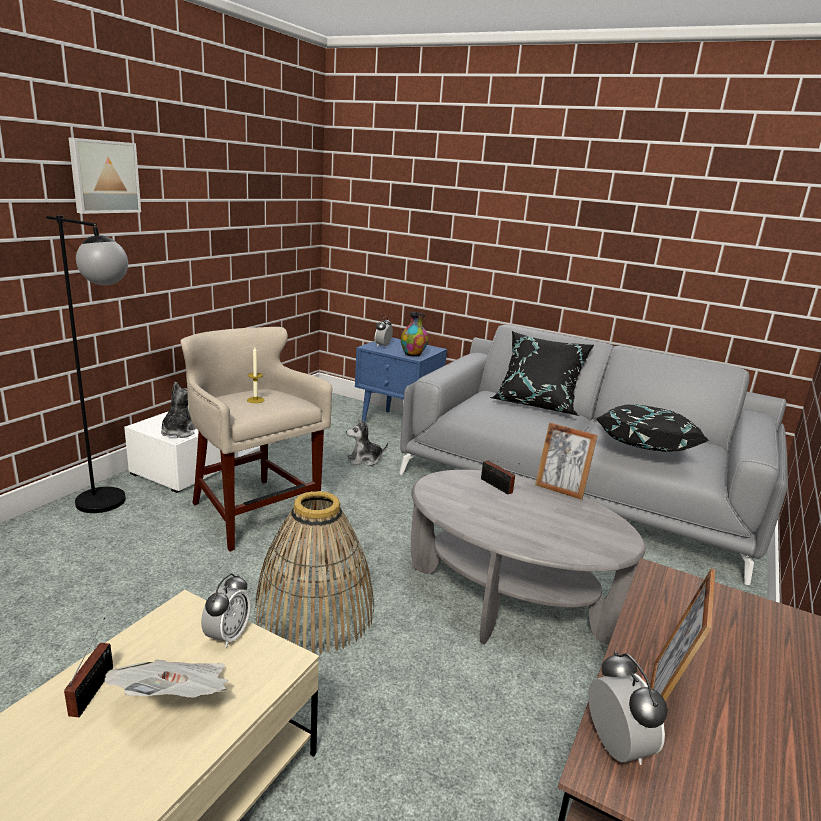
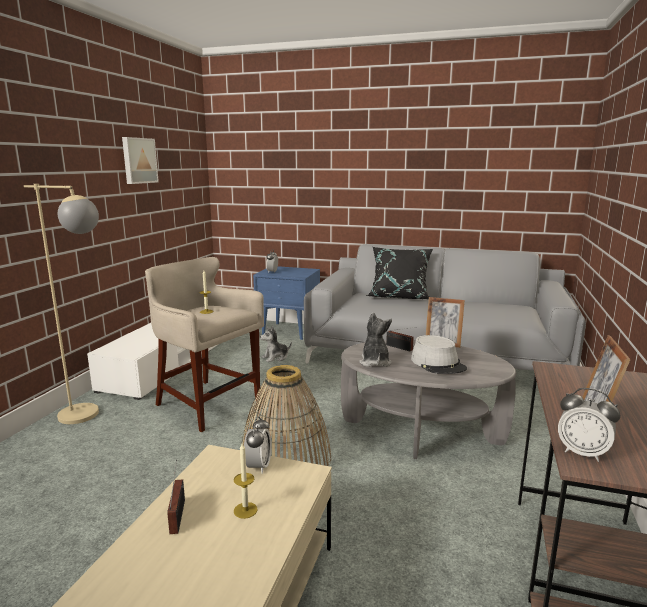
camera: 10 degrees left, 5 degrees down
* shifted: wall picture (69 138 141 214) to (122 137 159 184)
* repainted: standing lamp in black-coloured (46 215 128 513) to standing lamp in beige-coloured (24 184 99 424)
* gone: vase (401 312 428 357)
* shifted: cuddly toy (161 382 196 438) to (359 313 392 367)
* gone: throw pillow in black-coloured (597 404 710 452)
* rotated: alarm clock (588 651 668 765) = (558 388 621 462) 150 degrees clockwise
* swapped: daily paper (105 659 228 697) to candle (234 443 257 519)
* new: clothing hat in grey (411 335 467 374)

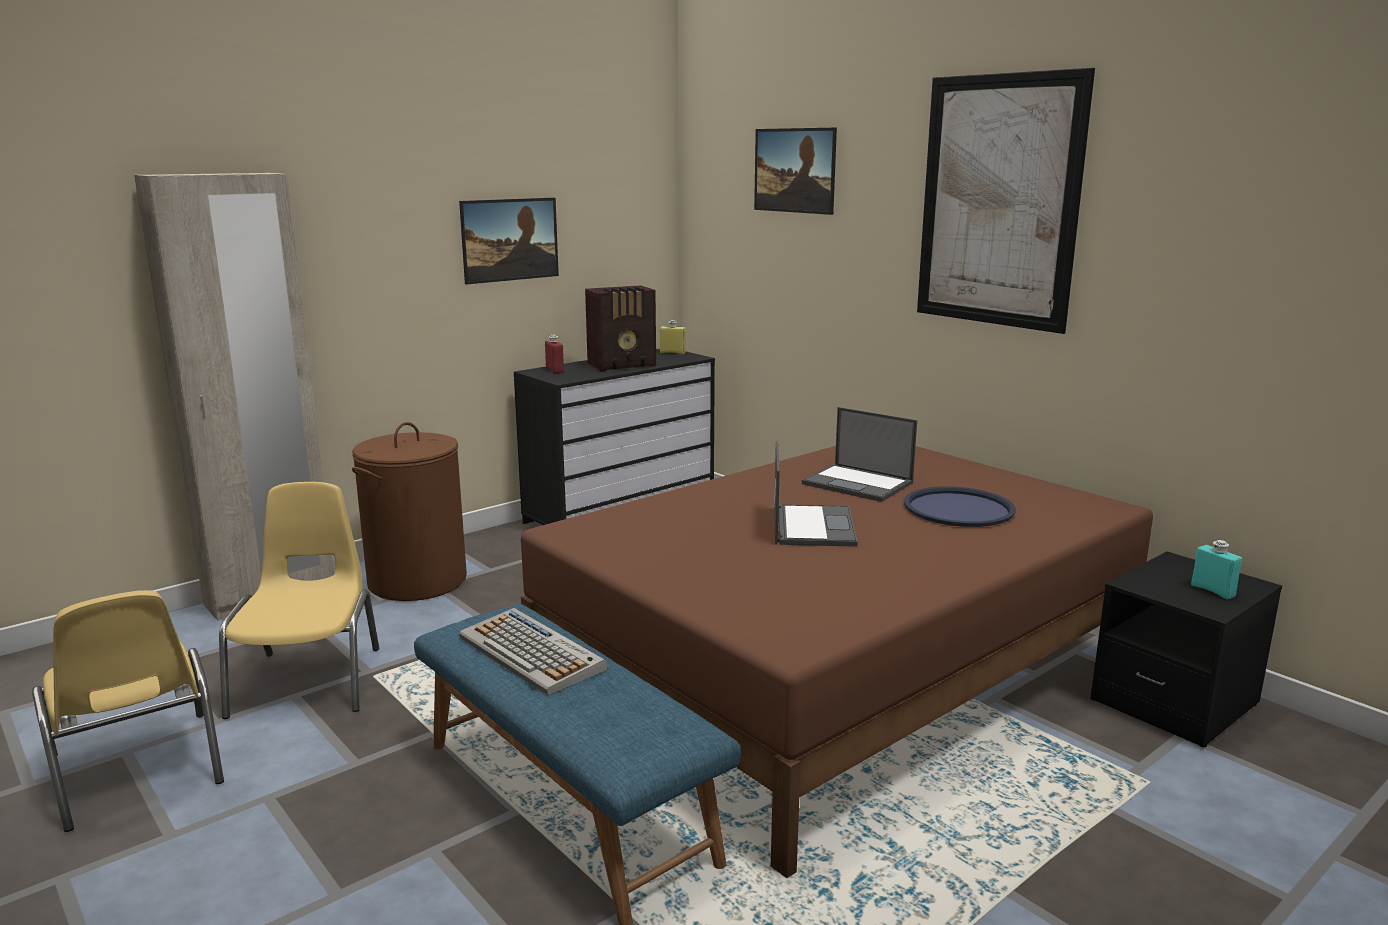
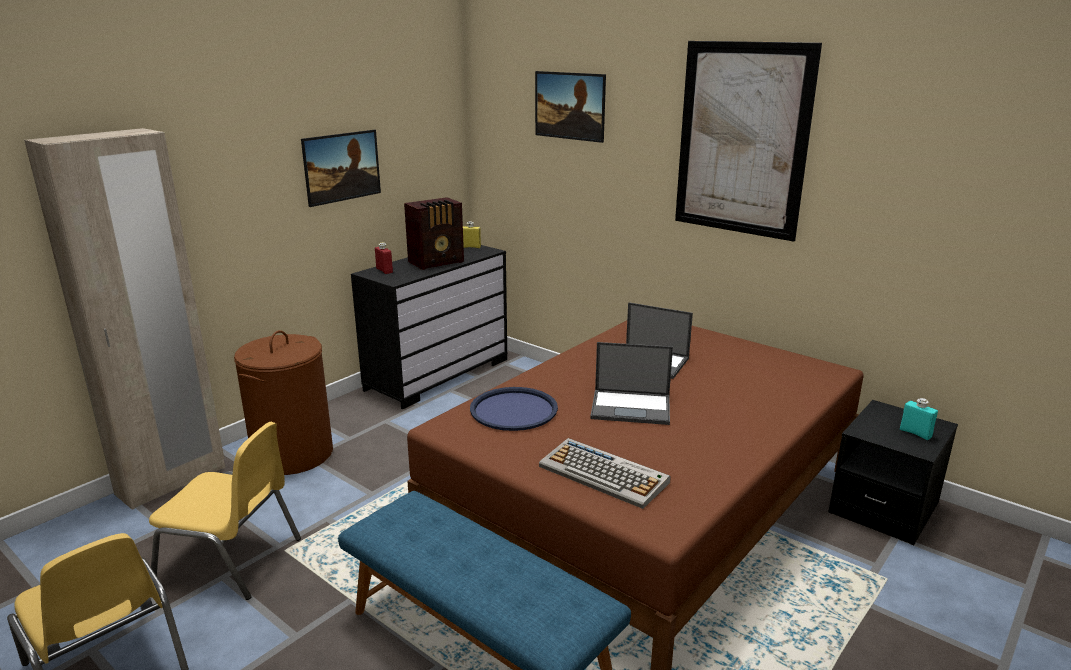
camera: 10 degrees left, 5 degrees up
* rotated: portable computer (774 441 858 547) = (590 342 673 425) 105 degrees clockwise
* rotated: chair in yellow (219 482 379 719) = (149 422 301 600) 120 degrees clockwise
* shifted: carrying tray in blue (904 486 1016 527) to (470 387 558 431)
* shifted: keyboard (459 608 607 696) to (539 438 671 509)

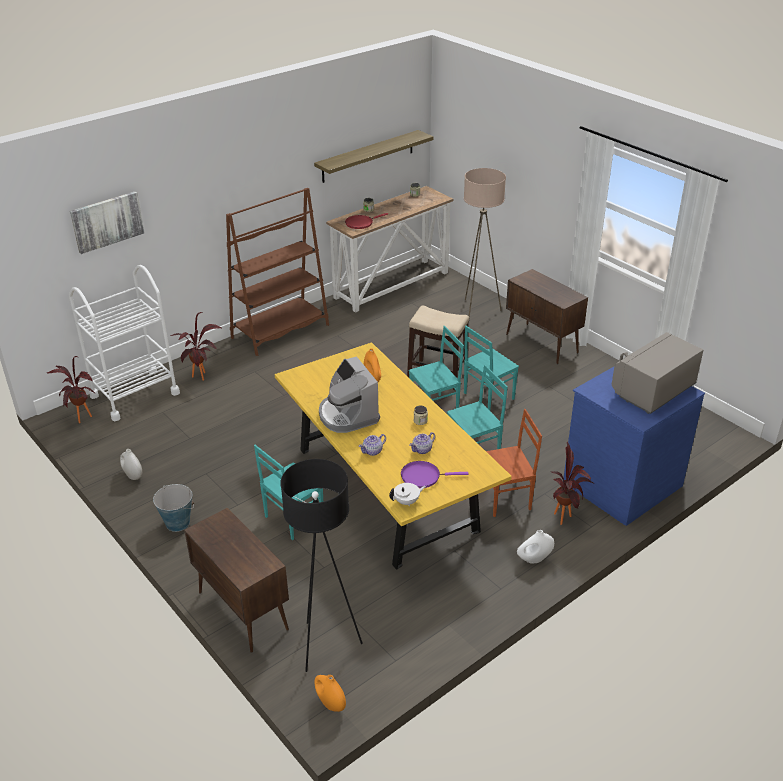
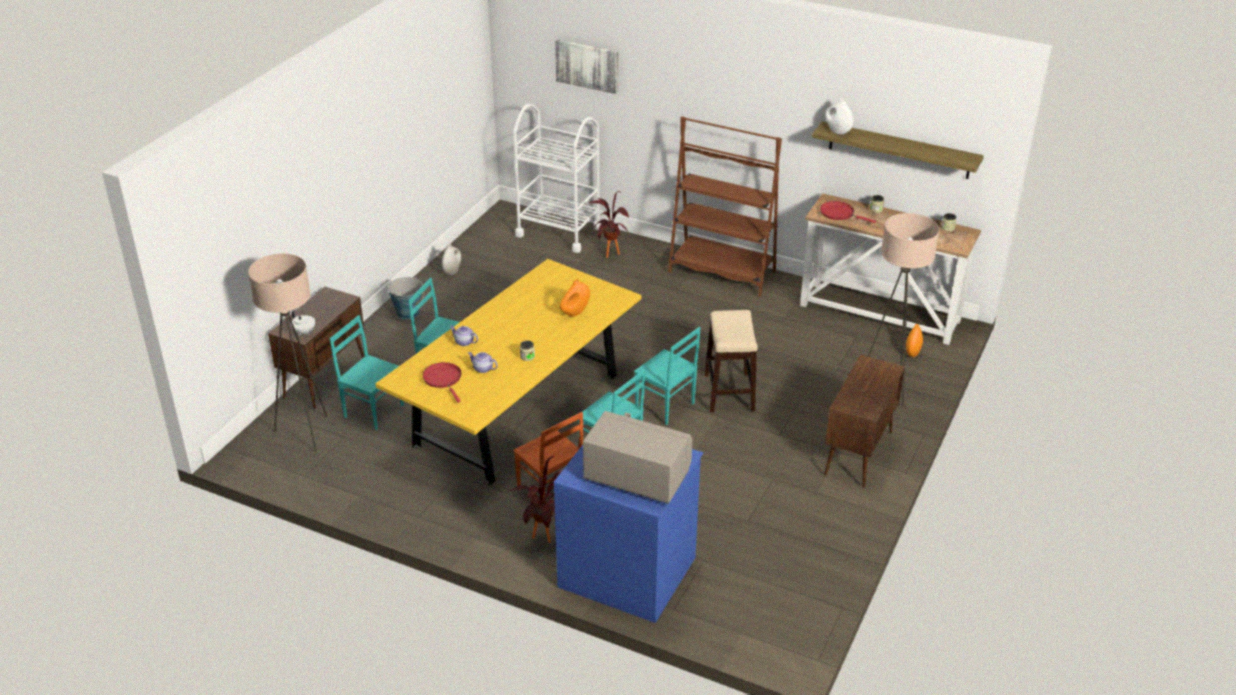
camera: 65 degrees right, 0 degrees up
* shifted: chair in blue-green (464 326 519 410) to (330 315 404 430)
* gone: potted plant (47 356 95 423)
* gone: coffee machine (319 356 380 433)
* repainted: standing lamp in black-coloured (280 459 363 672) to standing lamp in beige-coloured (248 254 327 452)
* repainted: pan in purple-coloured (401 461 469 488) to pan in red-coloured (422 362 461 403)
* shifted: pot for tea in whitish (389 483 426 506) to (291 310 315 335)
* shifted: vase in whitish (517 530 554 564) to (825 99 853 135)
* shifted: vase in orange (315 675 346 712) to (906 324 923 357)

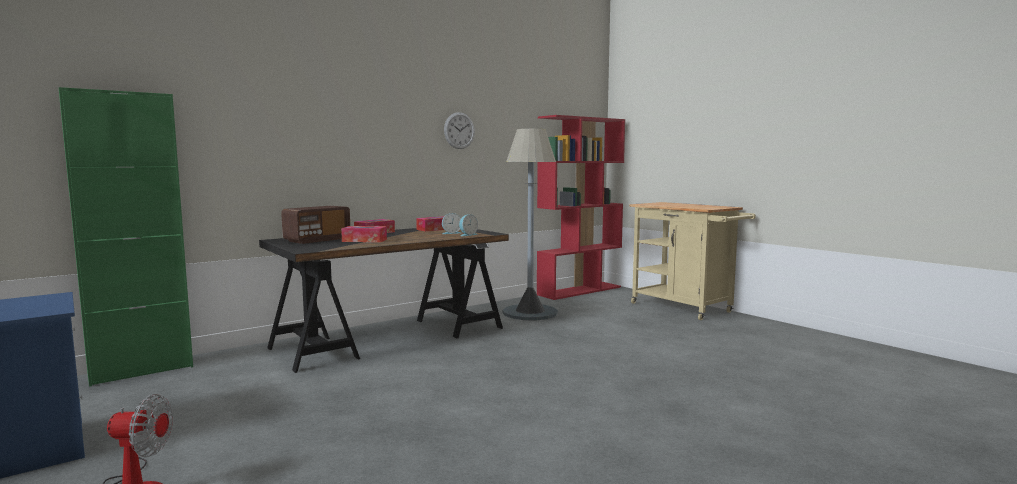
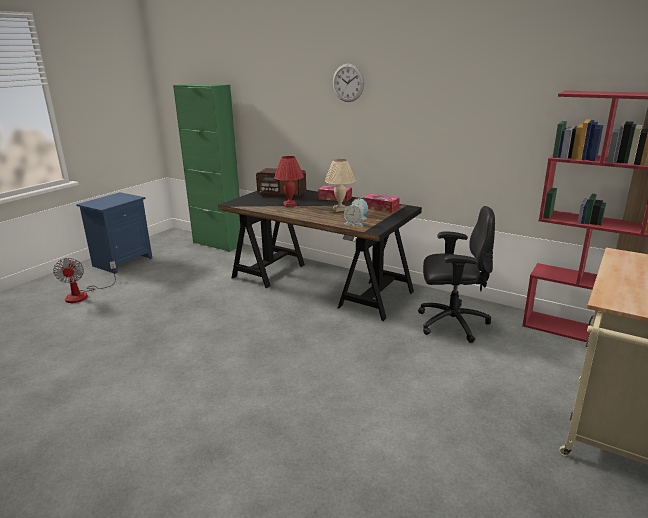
camera: 70 degrees right, 15 degrees up
* shifted: hanging clock (444 112 475 149) to (333 64 365 102)
* swapped: standing lamp in grey (503 129 558 320) to office chair in black-coloured (418 206 495 343)
* swapped: tissue box (341 226 387 242) to tabletop lamp in red-coloured (274 156 304 207)
* new: tabletop lamp in beige-coloured (325 159 356 212)

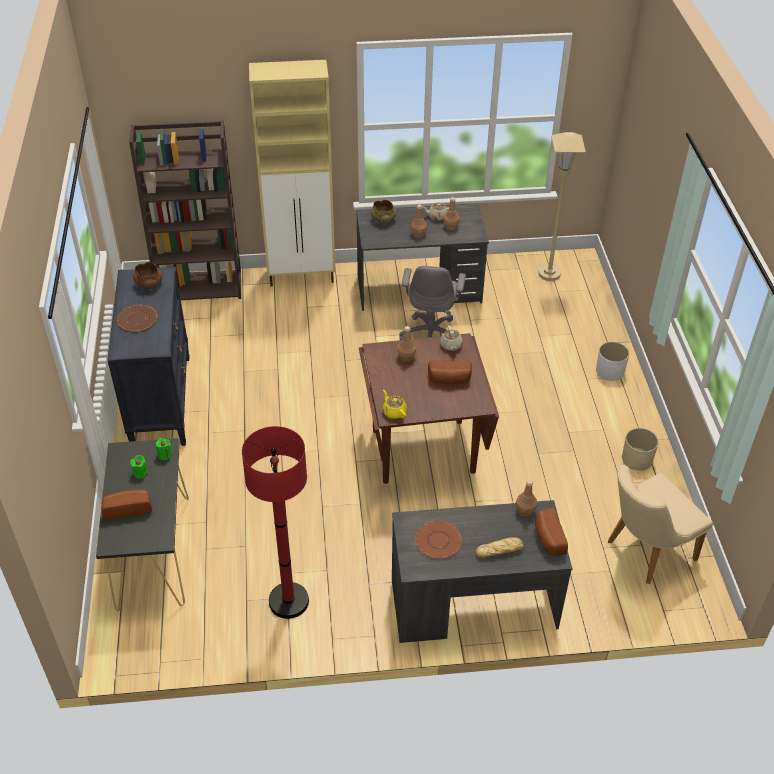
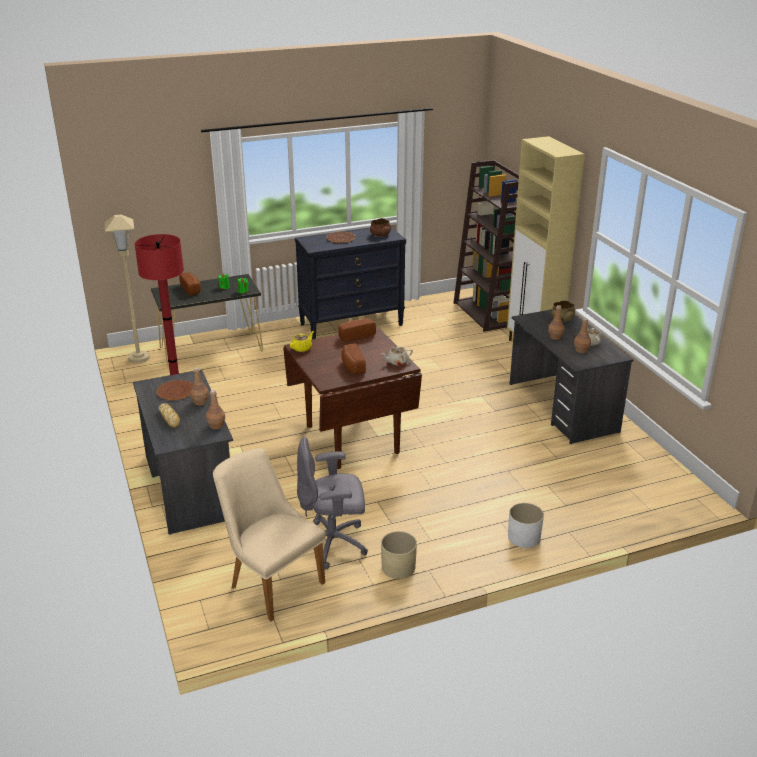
camera: 75 degrees right, 15 degrees down
* shifted: standing lamp in beige-coloured (538 132 586 281) to (105 215 150 363)
* shifted: office chair in grey (399 266 466 340) to (297 437 368 569)
* shifted: drink bottle in brownish (397 326 416 362) to (190 367 209 405)
* shifted: baked bread (535 508 568 556) to (338 318 376 342)

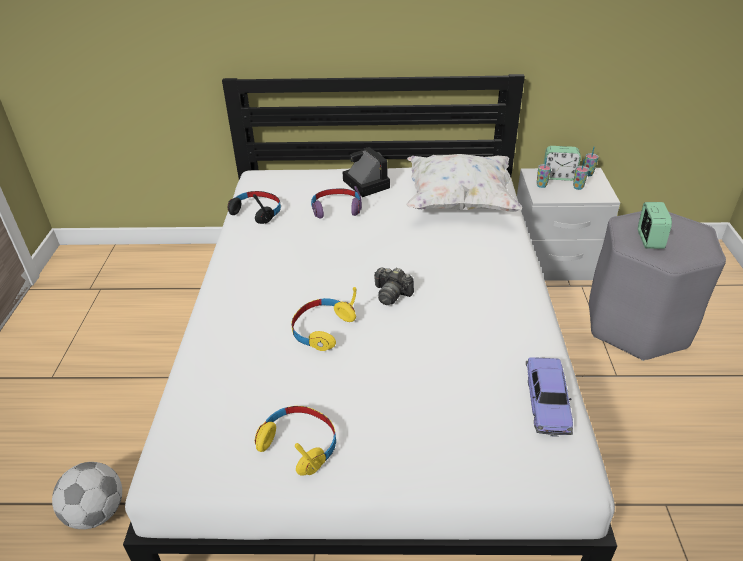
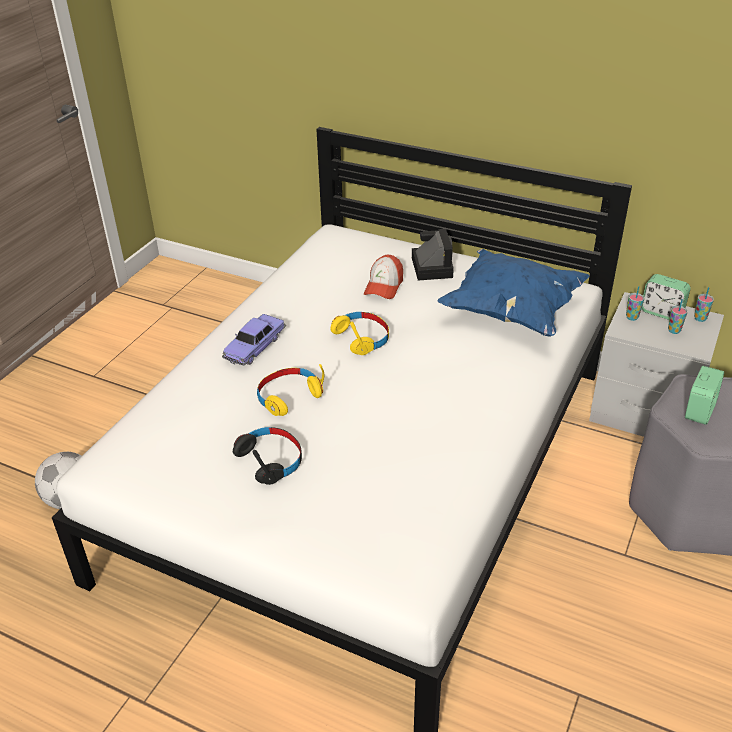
camera: 25 degrees right, 0 degrees up
* repainted: throw pillow in whitish (406 154 522 212) to throw pillow in blue (437 249 590 337)
* swapped: headphones in purple-coloured (311 186 362 218) to baseball cap (364 255 403 299)
* shifted: headphones in black-coloured (228 191 281 224) to (233 427 302 485)
* gone: still camera (374 267 414 305)
* shifted: miniature car (526 357 573 437) to (222 314 286 365)
* shifted: headphones in yellow (255 406 336 476) to (330 312 389 355)

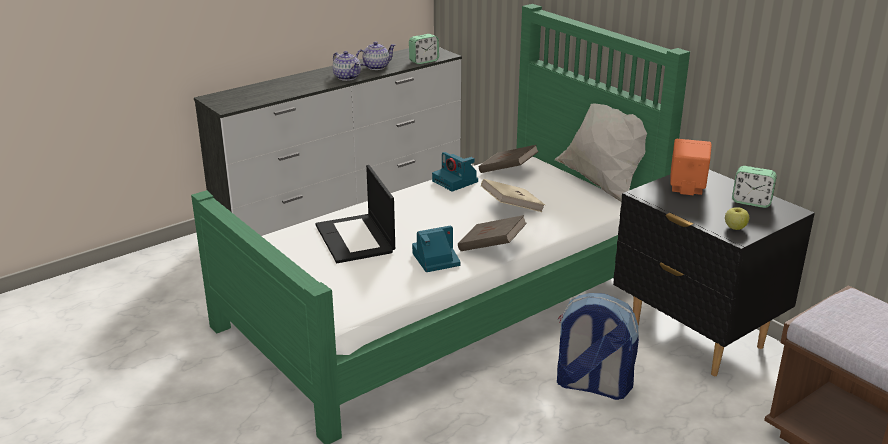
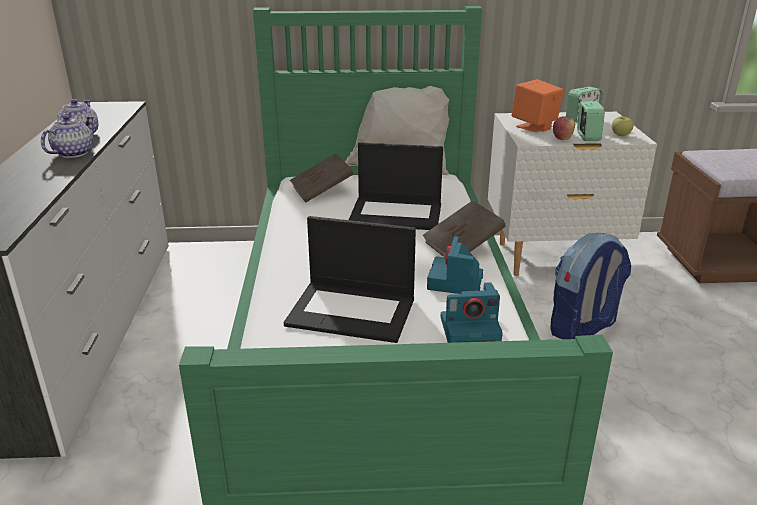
camera: 55 degrees left, 0 degrees up
* shifted: alarm clock (409 34 439 64) to (577 101 605 141)
* rotated: pot for tea (333 51 361 81) = (41 115 95 158) 60 degrees counterclockwise
* shifted: still camera (432 152 478 192) to (441 282 503 343)
* repainted: bedside table in black-coloured (613 170 815 377) to bedside table in whitish (488 112 657 276)
* swapped: book in beige-coloured (481 179 545 212) to portable computer (349 142 443 230)
* new: whole apple (553 116 575 140)

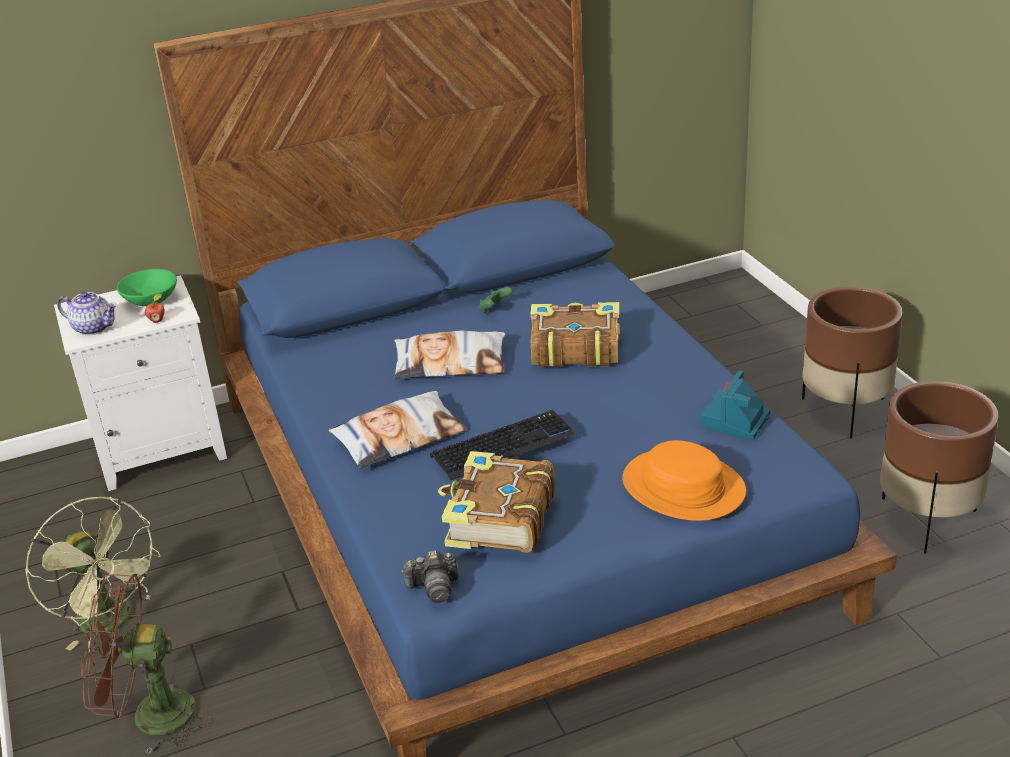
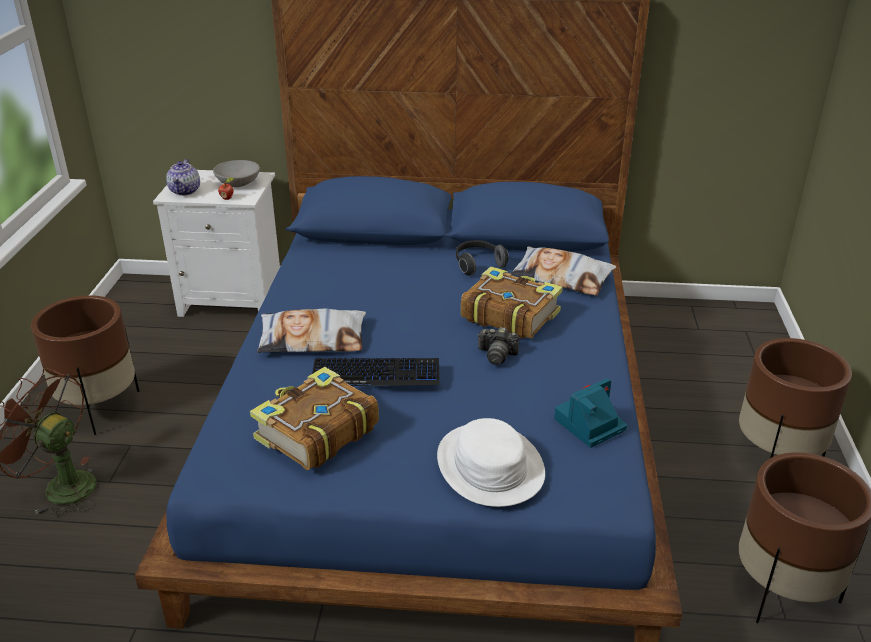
camera: 25 degrees right, 0 degrees up
* repainted: bowl in green-coloured (117 269 177 306) to bowl in grey (213 160 260 187)
* swapped: joypad in green-coloured (479 287 512 313) to headphones (456 240 509 276)
* rotated: pot for tea (57 292 117 335) = (166 159 200 196) 45 degrees clockwise
* shifted: throw pillow (394 330 505 379) to (510 246 616 295)
* repainted: clothing hat in orange (622 440 746 521) to clothing hat in whitish (437 418 545 507)
* swapped: fan in green-coloured (26 497 160 651) to plant pot in brownish (31 295 140 435)
* shifted: still camera (401 550 459 603) to (477 327 519 365)

